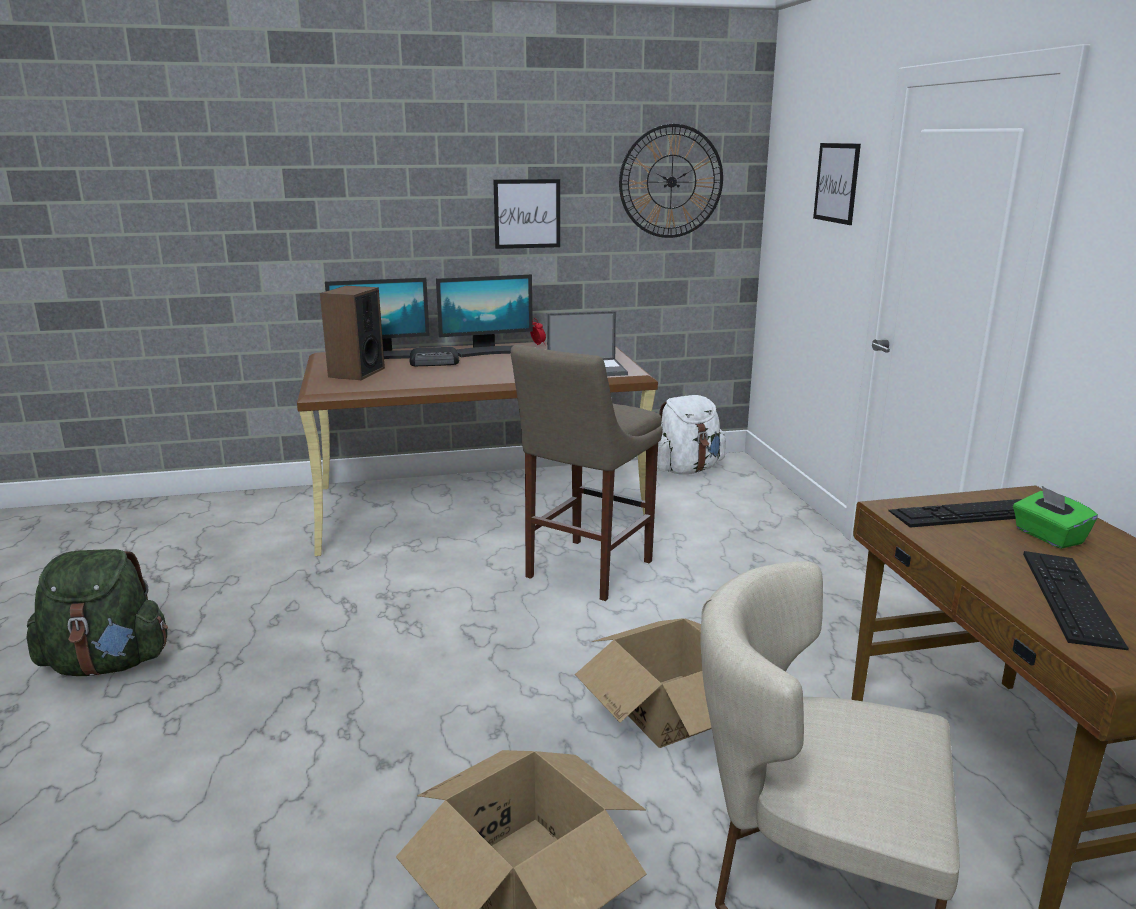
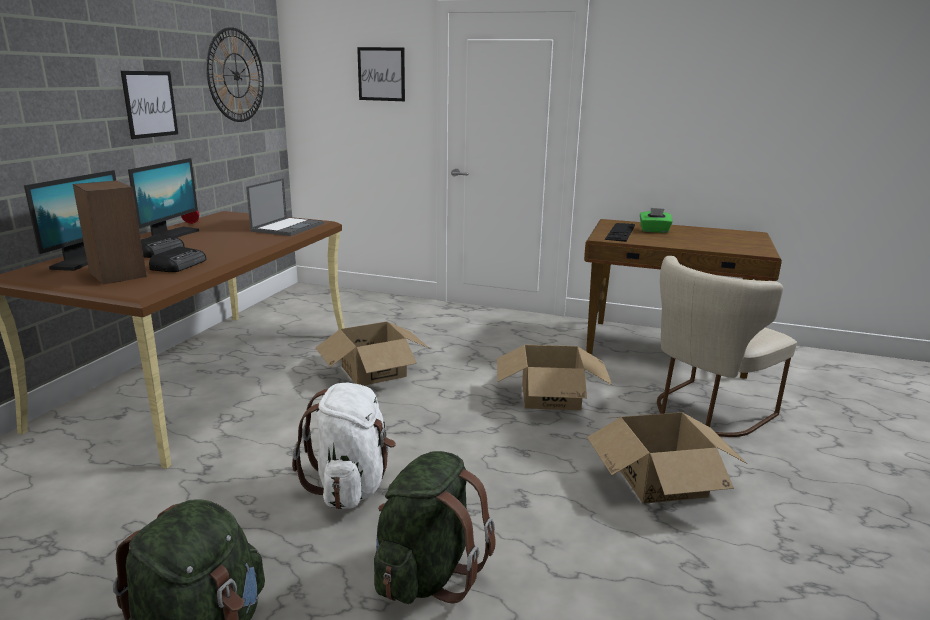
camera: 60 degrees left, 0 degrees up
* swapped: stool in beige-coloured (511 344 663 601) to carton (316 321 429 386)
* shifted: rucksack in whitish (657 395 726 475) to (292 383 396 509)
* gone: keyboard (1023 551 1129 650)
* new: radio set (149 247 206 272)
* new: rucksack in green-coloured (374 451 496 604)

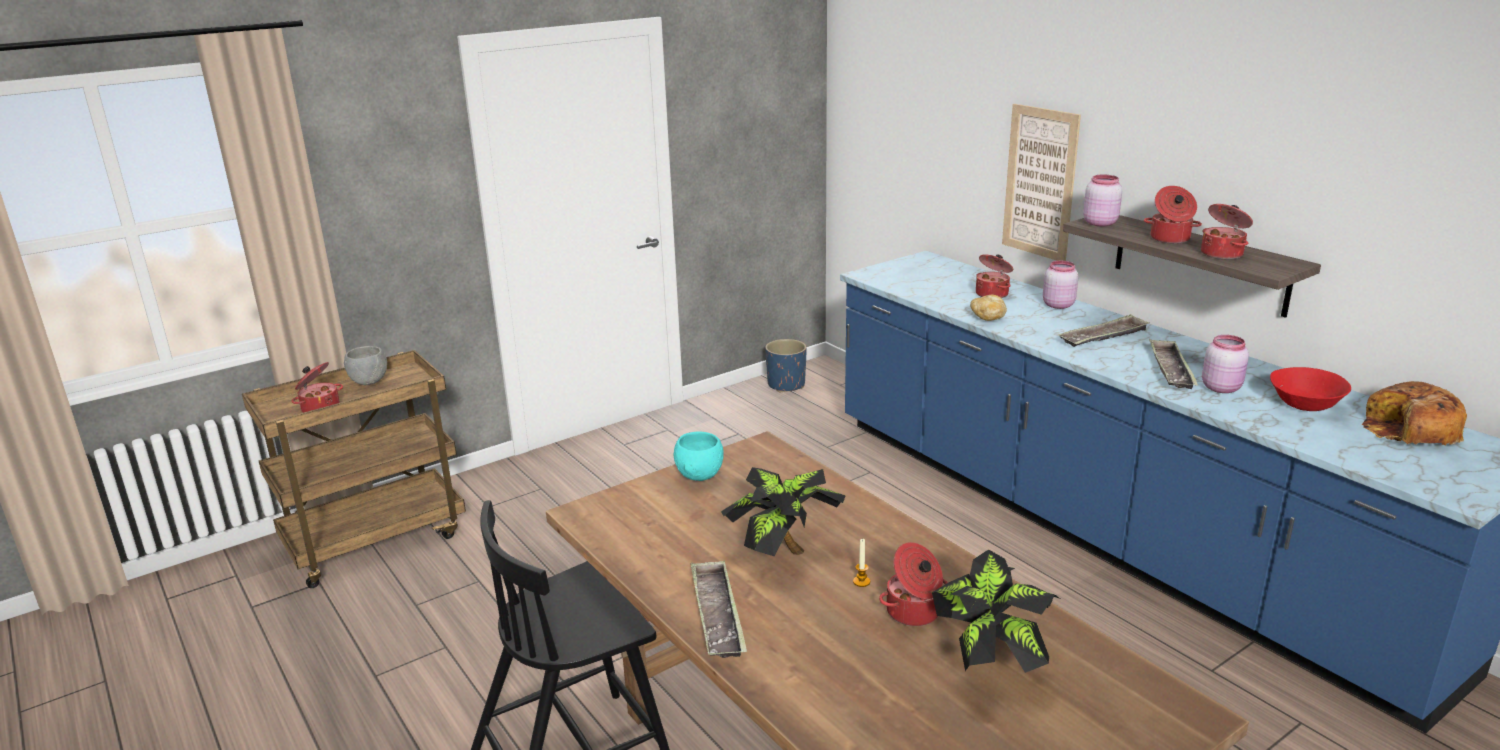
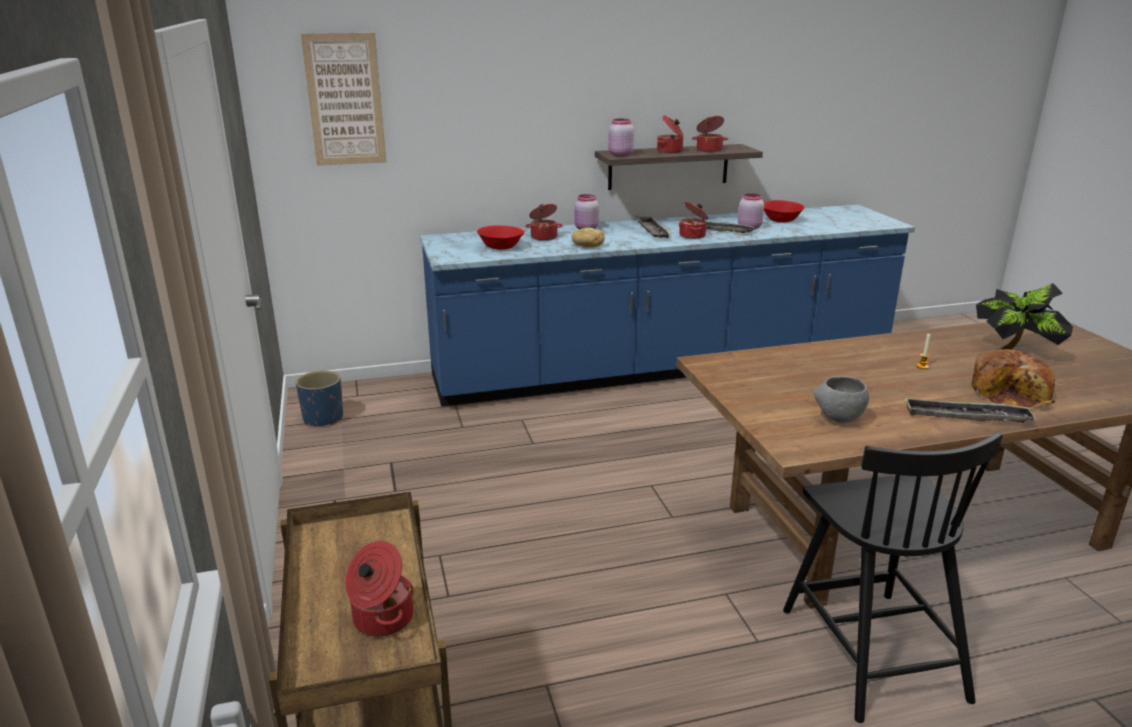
camera: 70 degrees left, 0 degrees up
* shifted: wall picture (1002 104 1081 261) to (301 33 386 166)
* shifted: bowl in grey (344 346 387 385) to (813 376 869 423)
* shifted: baked bread (1361 381 1467 446) to (971 349 1055 409)
* gone: bowl in blue-green (674 431 724 481)
* gone: potted plant (721 467 846 556)
* shifted: cooking pot (879 542 948 626) to (679 201 708 239)
* new: bowl in red-coloured (477 226 524 250)

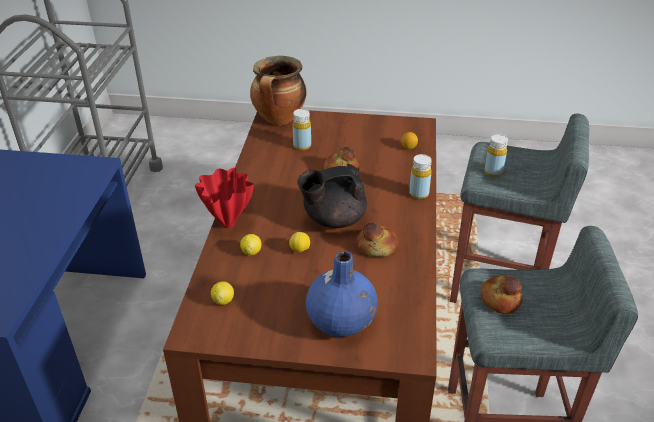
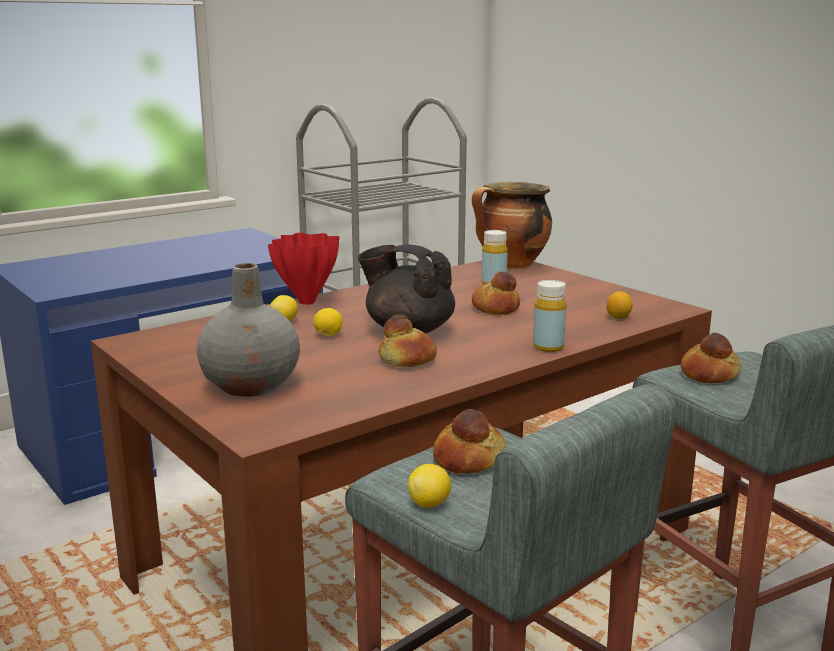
camera: 45 degrees right, 20 degrees down
* swapped: drink bottle in yellow (484 134 508 177) to baked bread (681 333 742 383)
* repainted: vase in blue (306 251 378 337) to vase in grey (197 263 300 397)
* shifted: lemon (211 281 234 305) to (408 464 451 508)

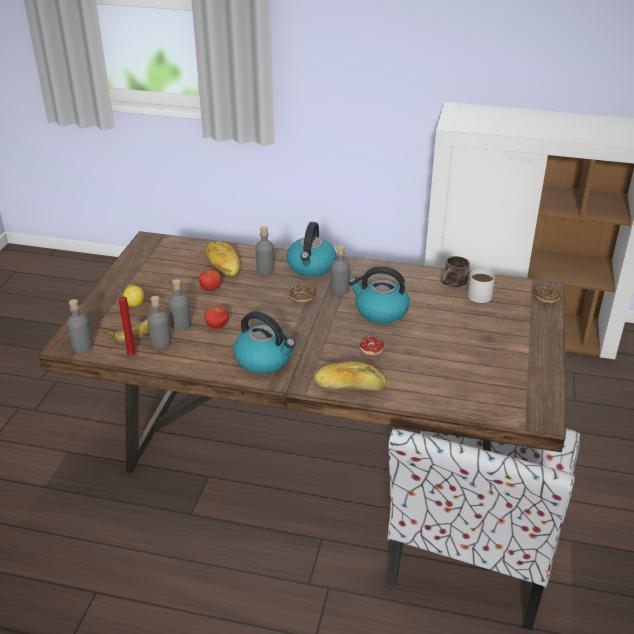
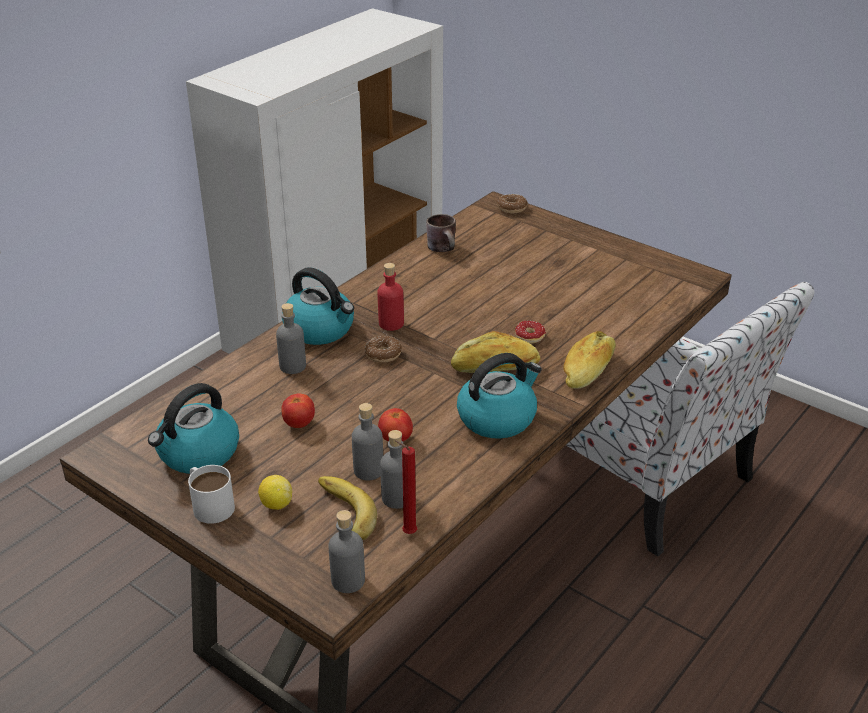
camera: 65 degrees left, 0 degrees up
* shifted: baked bread (205 241 240 277) to (451 331 540 373)
* repainted: drink bottle in grey (331 245 350 295) to drink bottle in red-coloured (377 263 404 331)
* shifted: water kettle (348 266 410 324) to (148 383 239 474)
* shifted: coffee mug in whitish (468 269 495 303) to (188 465 235 524)

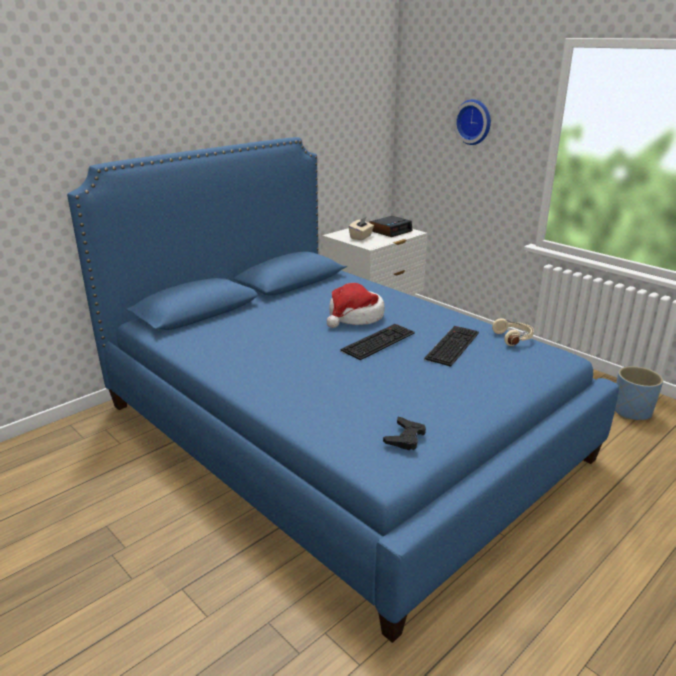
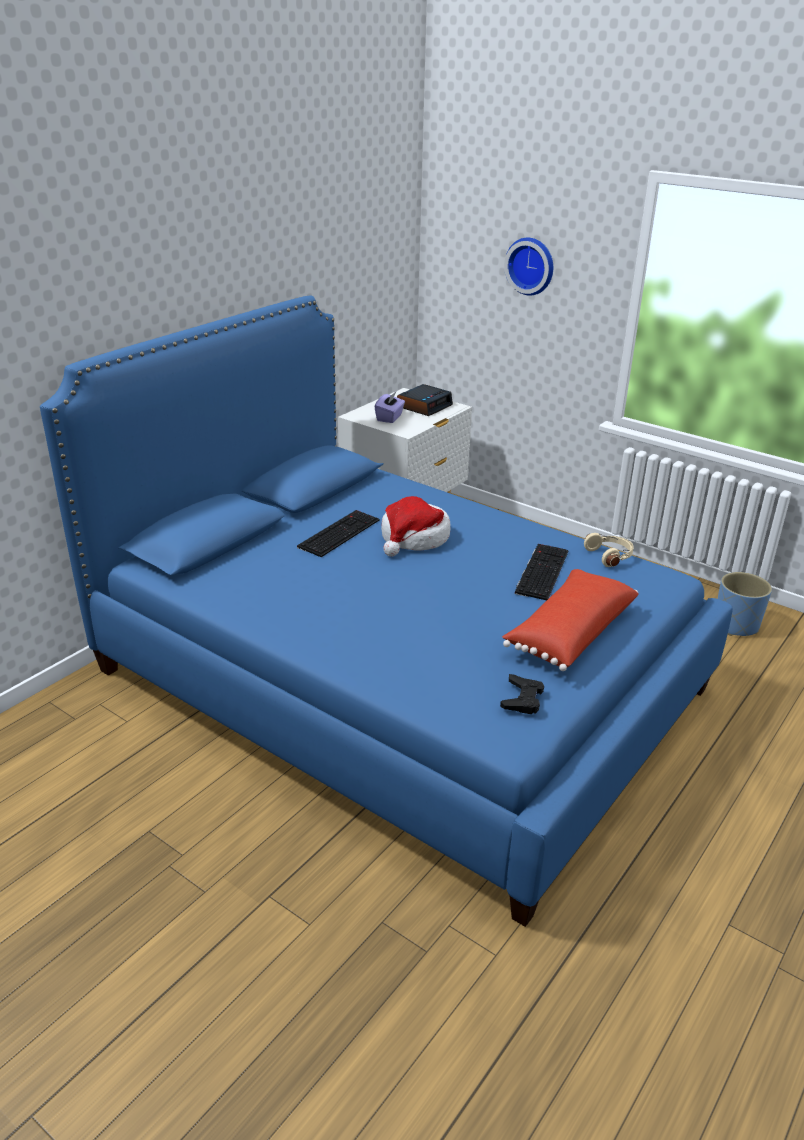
camera: 10 degrees left, 5 degrees up
* repainted: tissue box in beige-coloured (349 217 374 240) to tissue box in purple-coloured (374 392 405 423)
* shifted: keyboard (340 324 415 360) to (297 510 380 557)
* new: throw pillow in red-coloured (502 569 639 671)

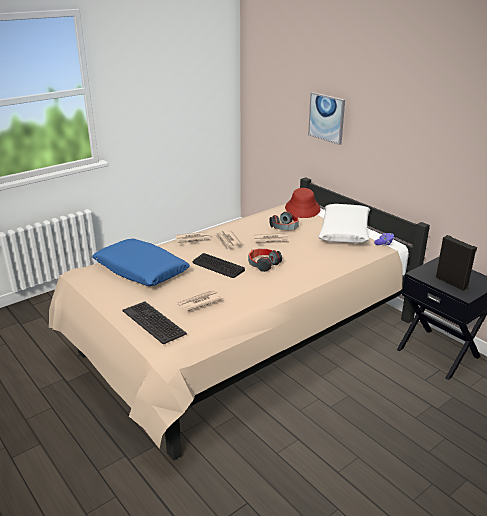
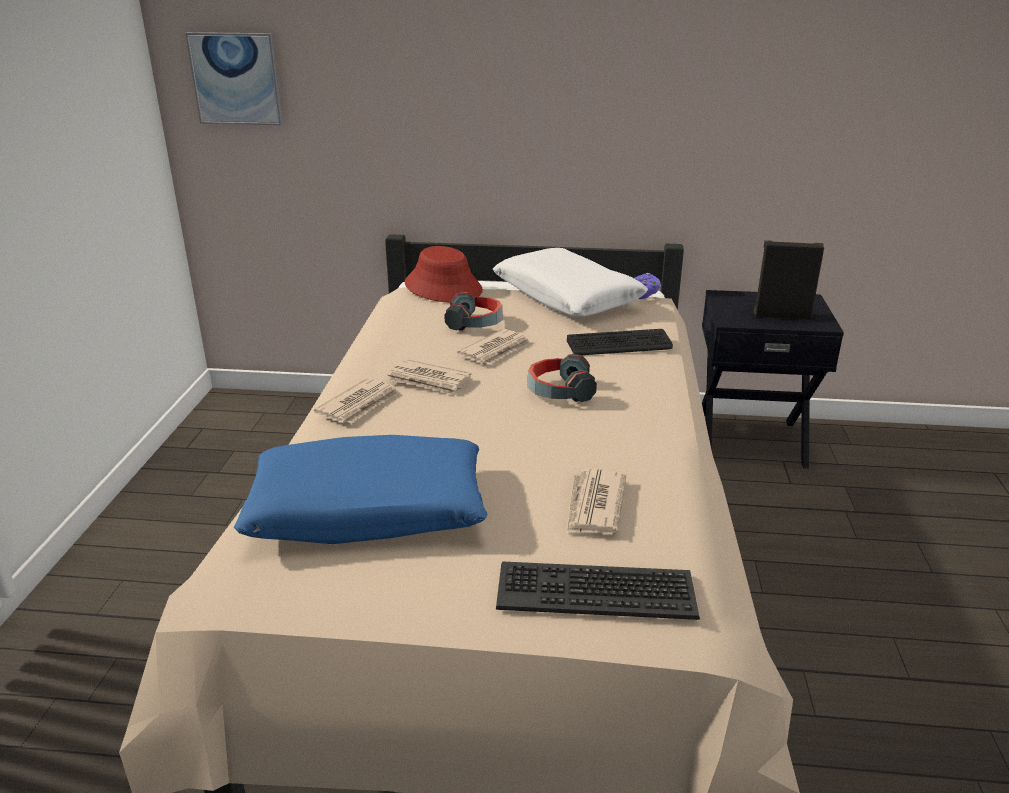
camera: 45 degrees left, 0 degrees up
* shifted: wall picture (308 92 345 145) to (185 32 283 125)
* shifted: keyboard (193 253 245 278) to (567 329 673 355)

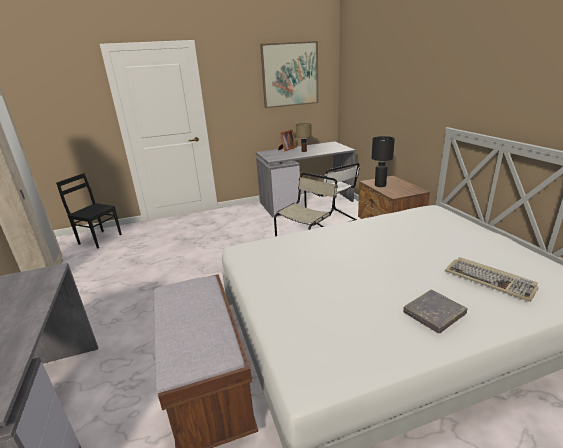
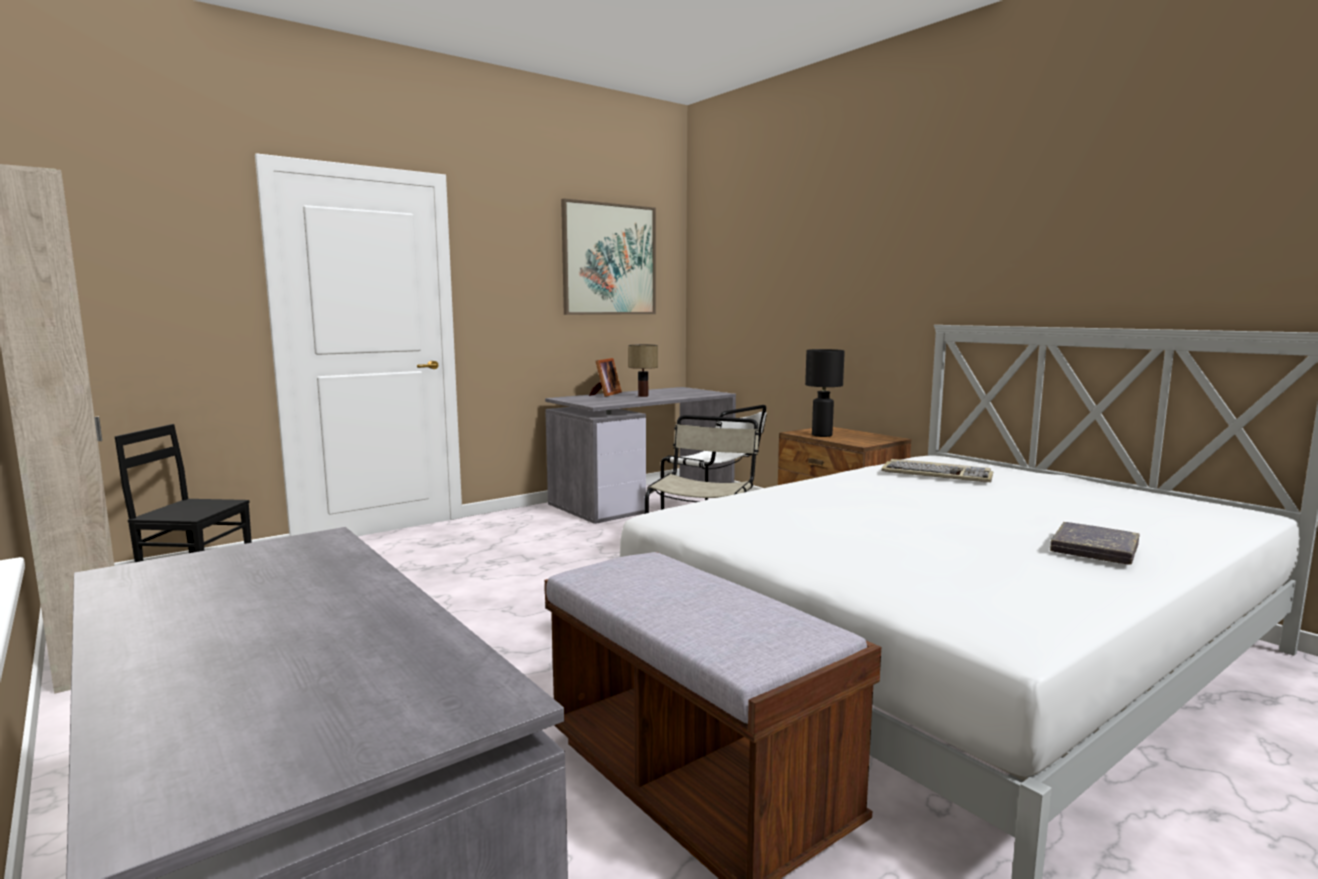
camera: 20 degrees left, 15 degrees down
* shifted: keyboard (445 257 539 302) to (881 459 993 482)

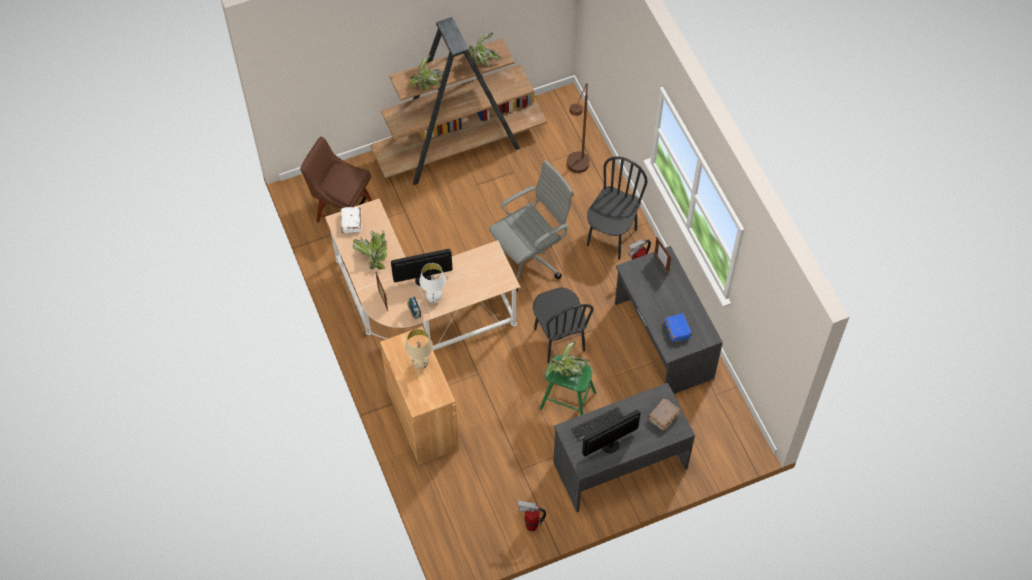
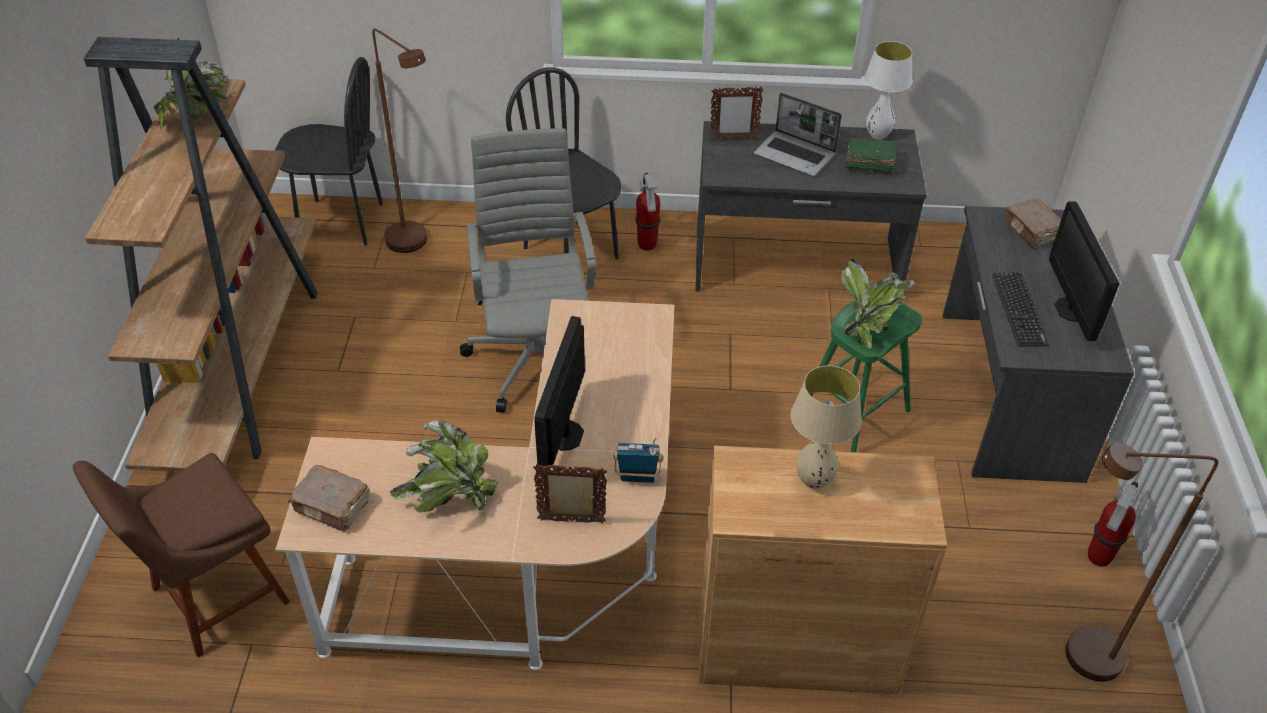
camera: 65 degrees left, 15 degrees down
* gone: potted plant (409 53 444 90)
* repainted: book in whitish (341 207 362 233) to book in brownish (288 465 370 532)
* shifted: tabletop lamp in whitish (419 263 446 303) to (864 41 913 140)
* shifted: chair in black-coloured (533 288 593 363) to (275 57 383 246)
* repainted: book in blue (664 313 692 342) to book in green-coloured (844 138 895 174)
* new: portable computer (754 93 842 176)
* new: standing lamp in brownish (1065 442 1218 681)

